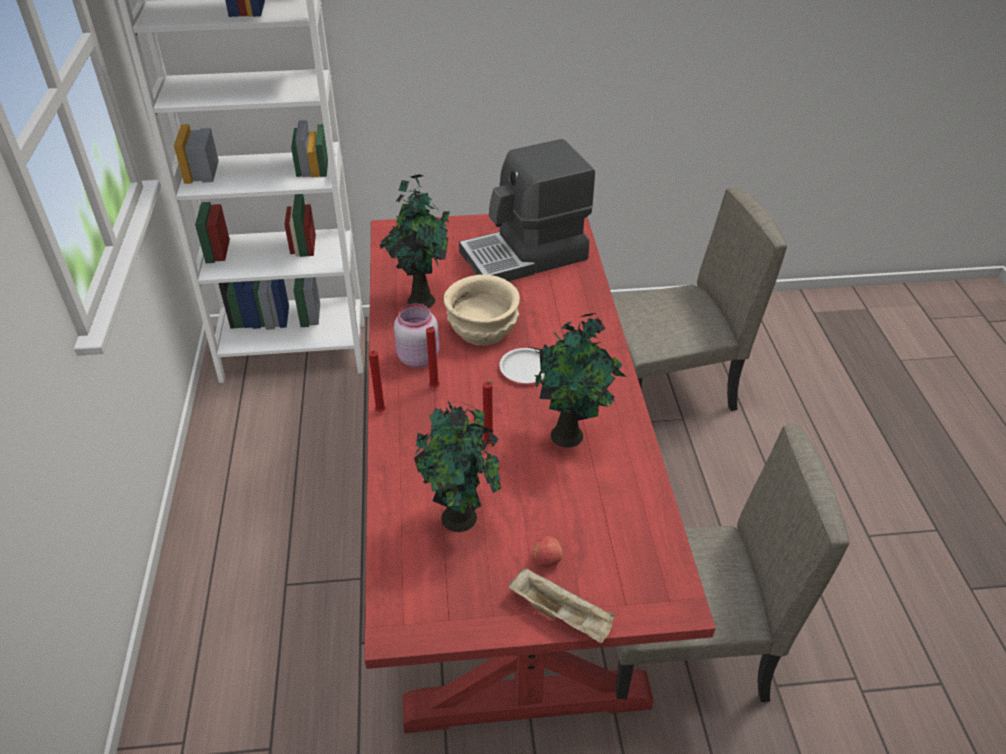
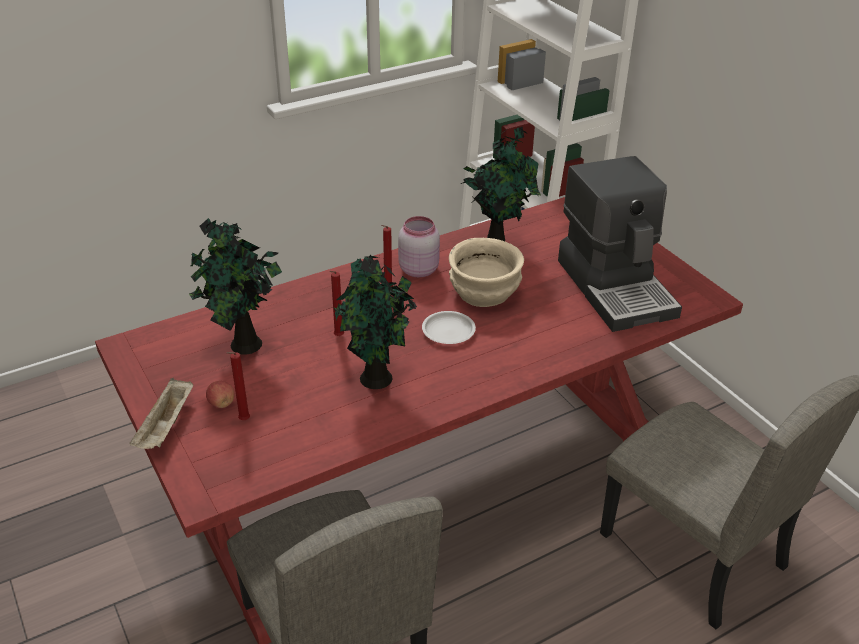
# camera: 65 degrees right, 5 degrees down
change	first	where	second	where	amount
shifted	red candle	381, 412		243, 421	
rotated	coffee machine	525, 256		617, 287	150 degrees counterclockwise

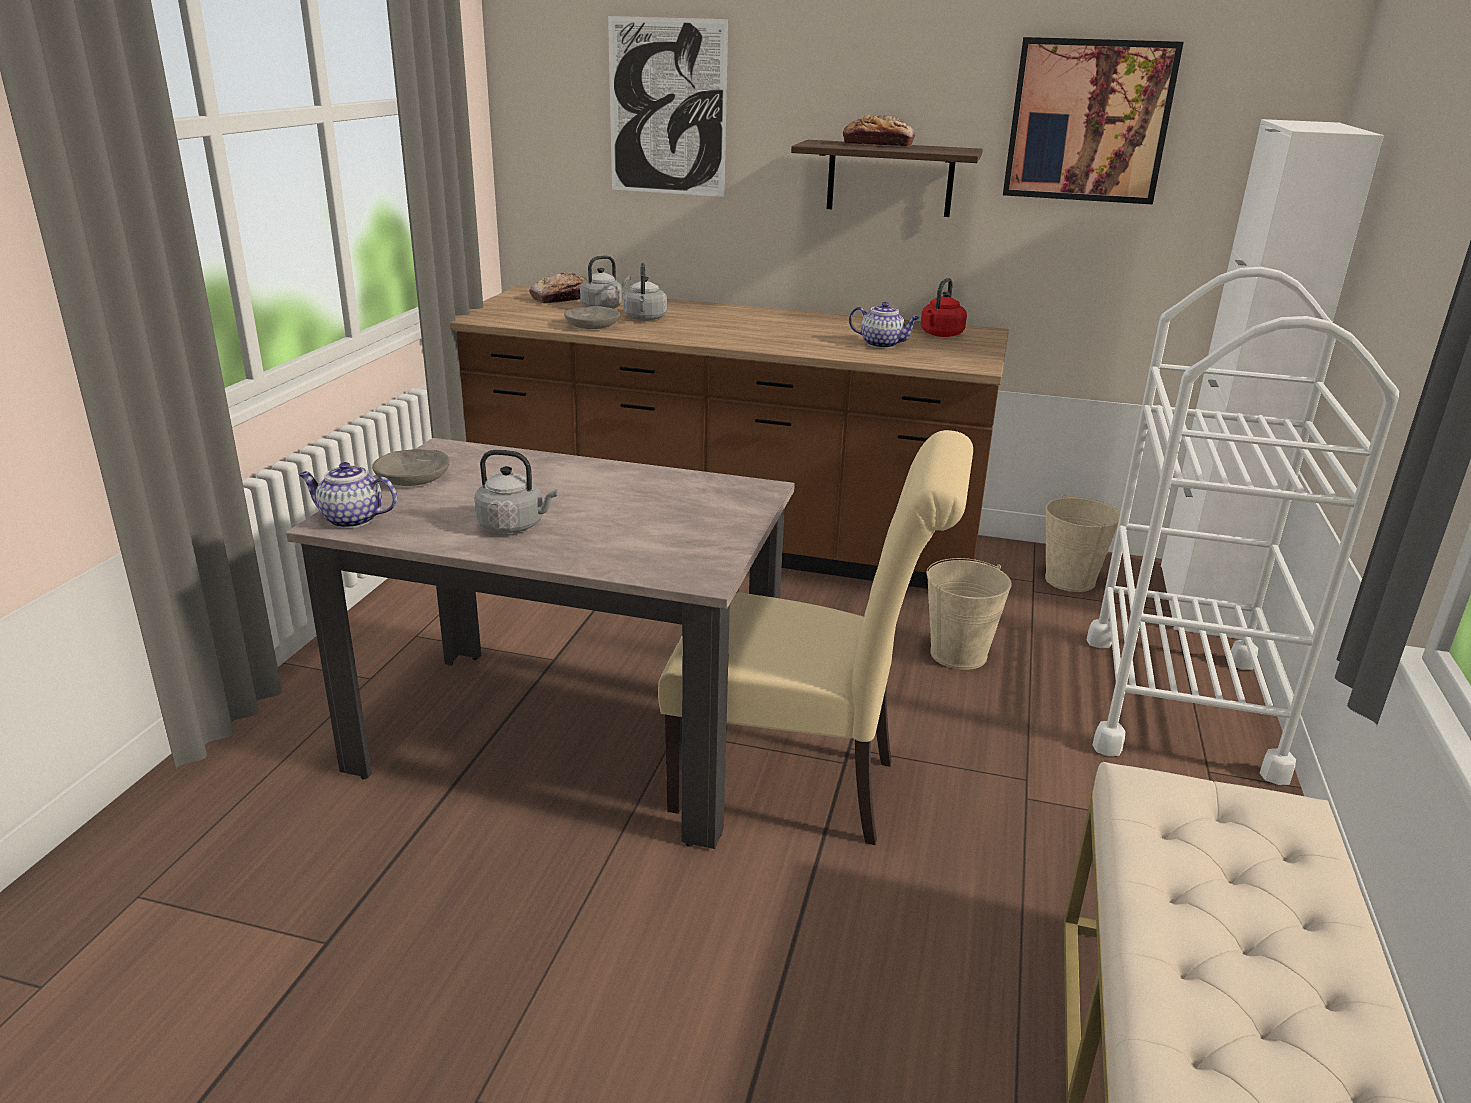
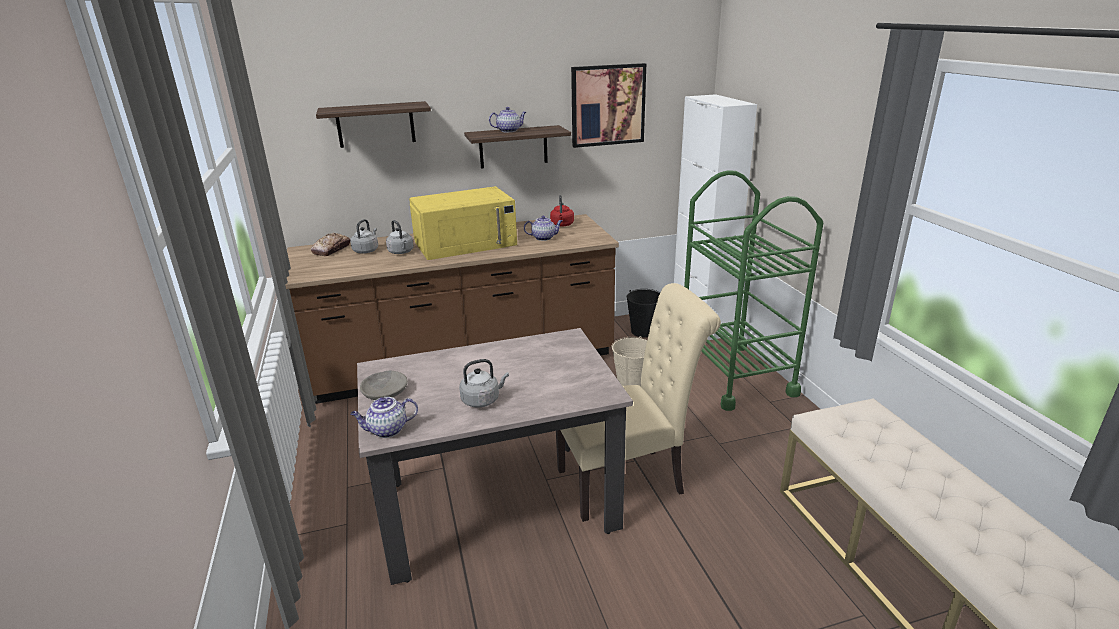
# camera: 30 degrees left, 0 degrees up
change	first	where	second	where	amount
gone	grey bowl	592, 325			
new			yellow microwave	466, 243	
swapped	picture	667, 108	shelf	375, 124	
swapped	bread	878, 144	teapot	509, 131	
repainted	beige bucket	1069, 580	black bucket	643, 331	
repainted	white cart	1179, 703	green cart	734, 375	

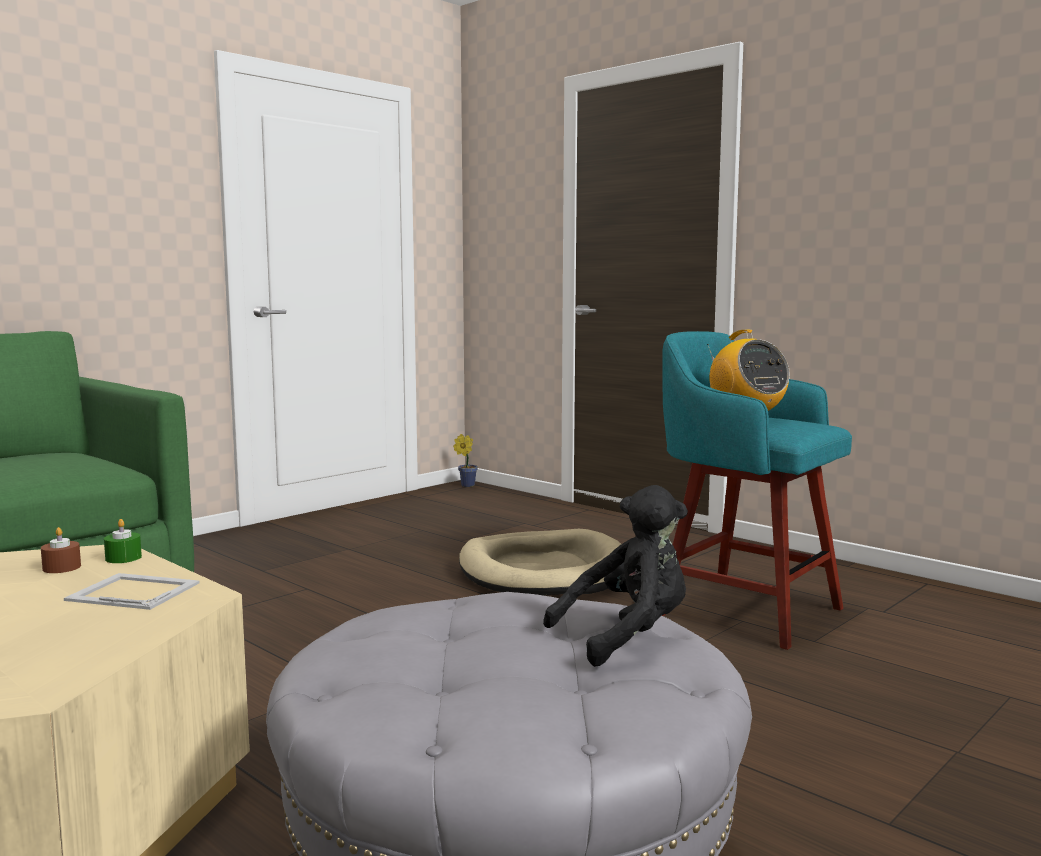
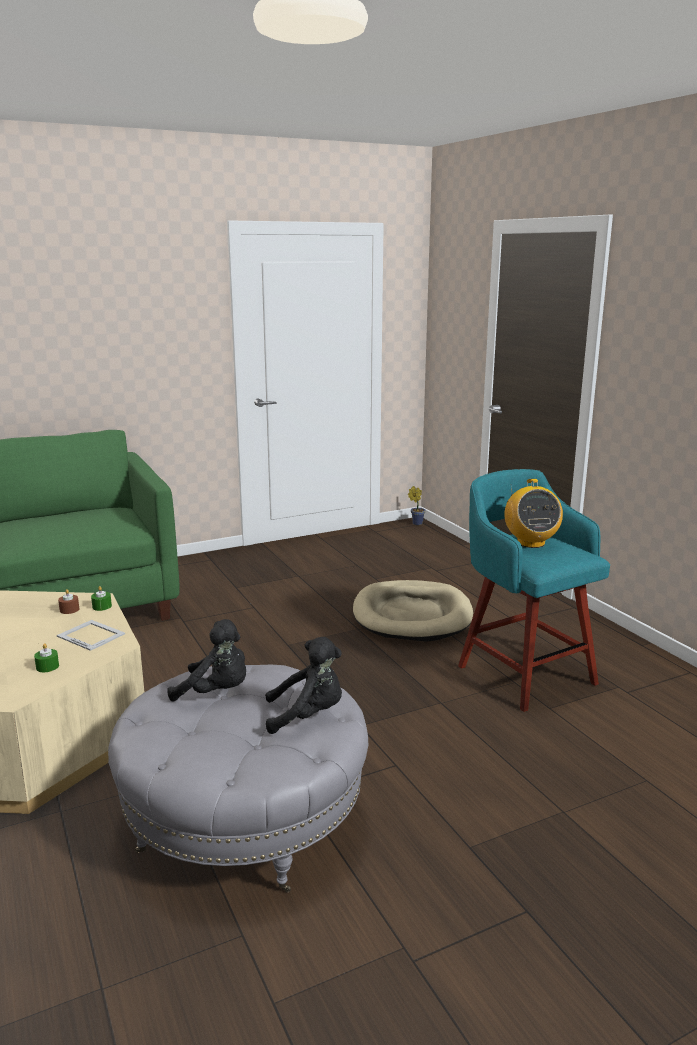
# camera: 20 degrees right, 10 degrees up
change	first	where	second	where	amount
new			green candle	47, 666	
new			black plush toy	216, 692	

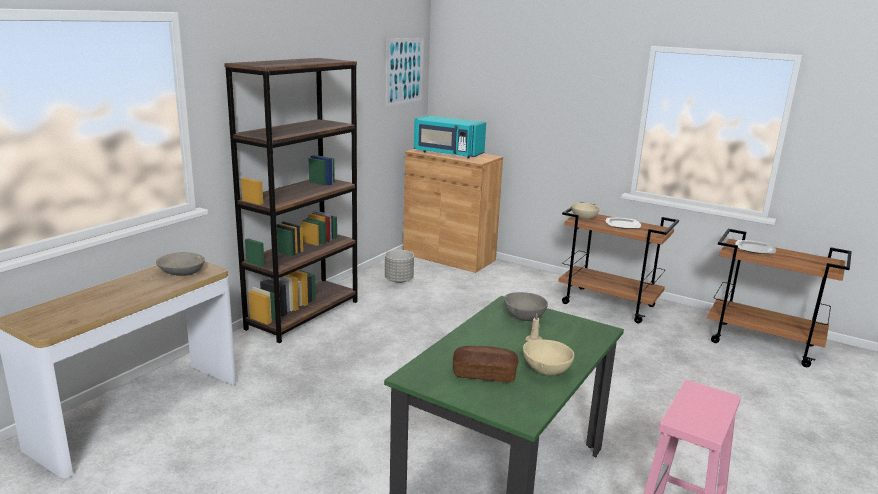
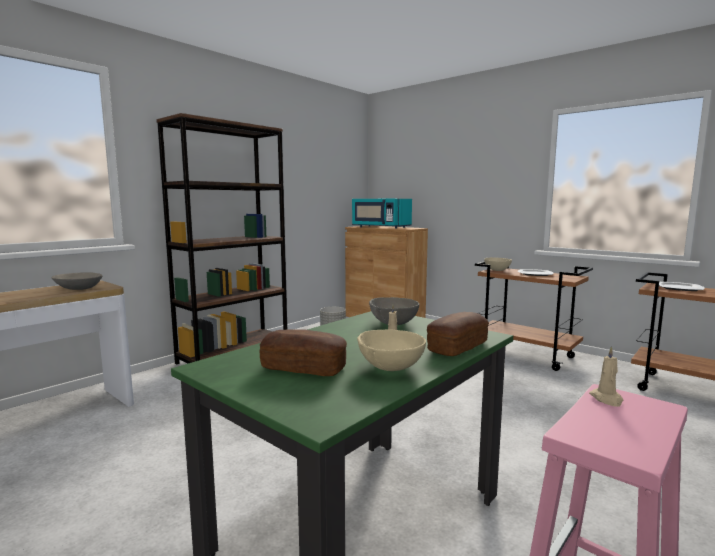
# camera: 10 degrees right, 10 degrees down
change	first	where	second	where	amount
gone	picture	404, 71			
new			bread	457, 347	
new			beige candle	607, 399	

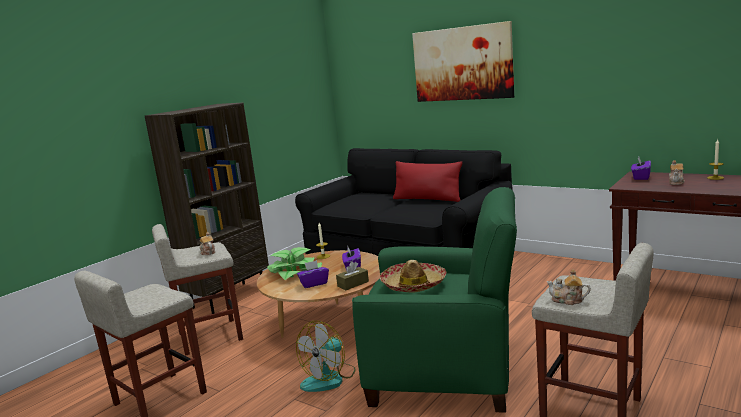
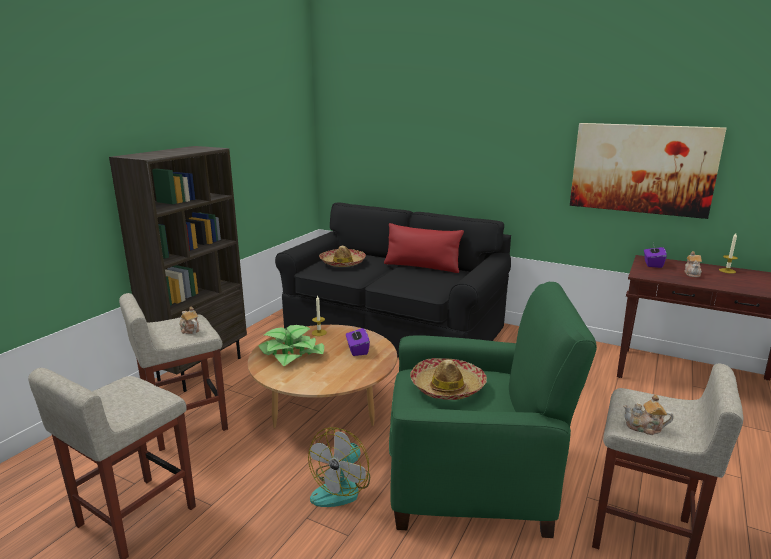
# camera: 10 degrees left, 5 degrees up
change	first	where	second	where	amount
gone	purple tissue box	314, 283			
gone	brown tissue box	353, 284			
new			hat	342, 263	
shifted	picture	462, 63		642, 169	

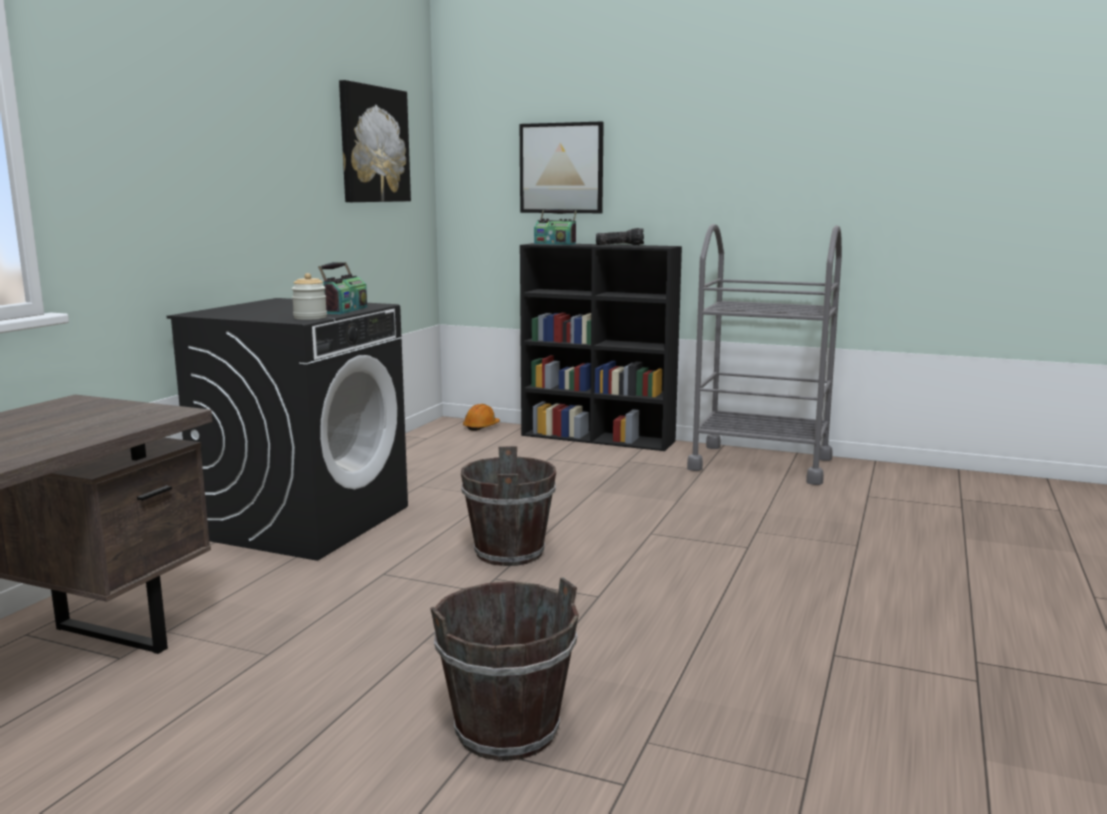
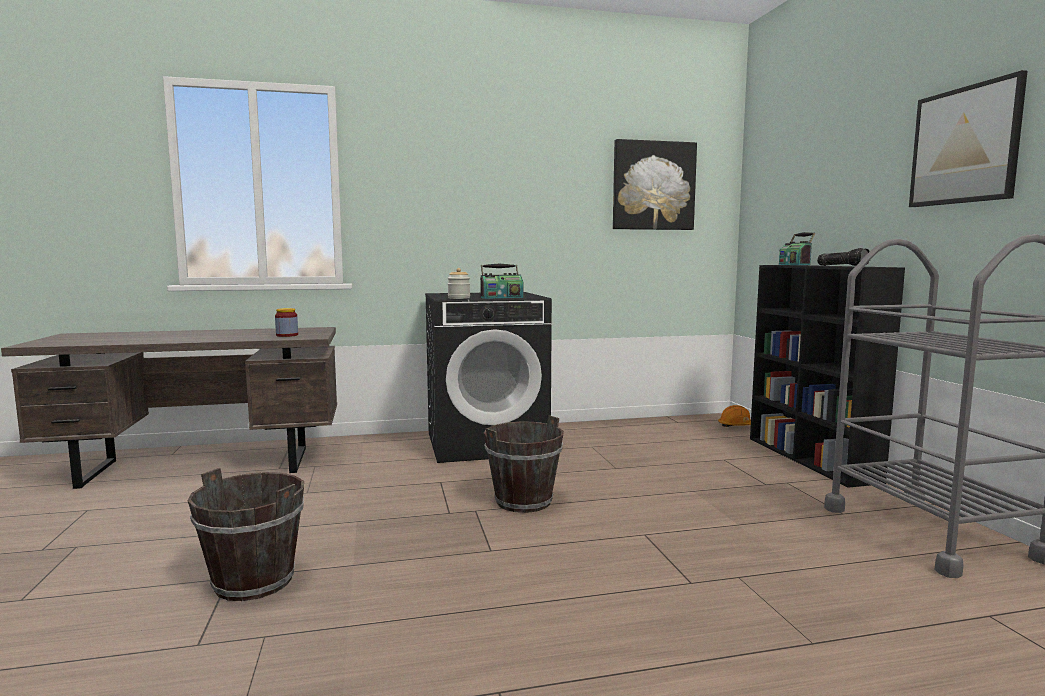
# camera: 55 degrees right, 5 degrees down
change	first	where	second	where	amount
new			jar	287, 335	
shifted	picture	561, 168		964, 145	

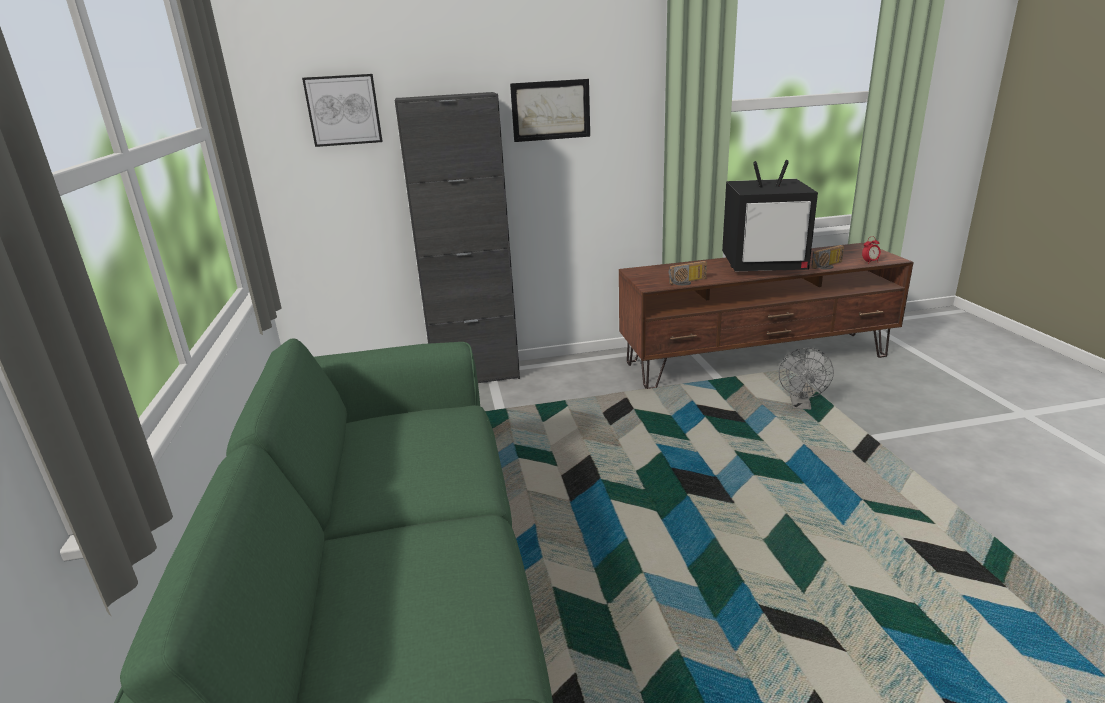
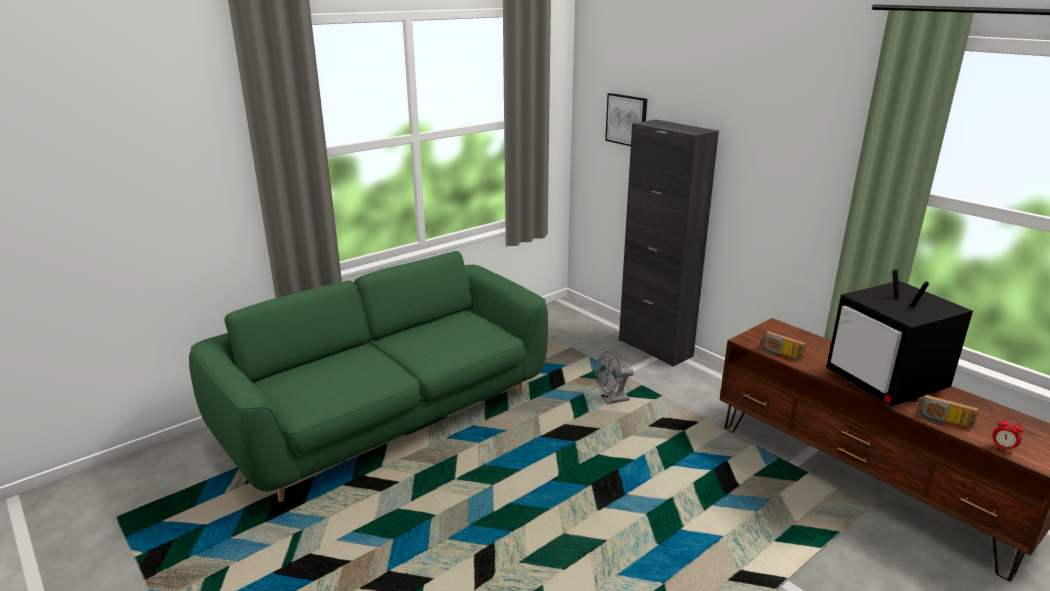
# camera: 60 degrees right, 0 degrees up
change	first	where	second	where	amount
gone	picture	551, 110			
shifted	grey fan	801, 405		611, 400	

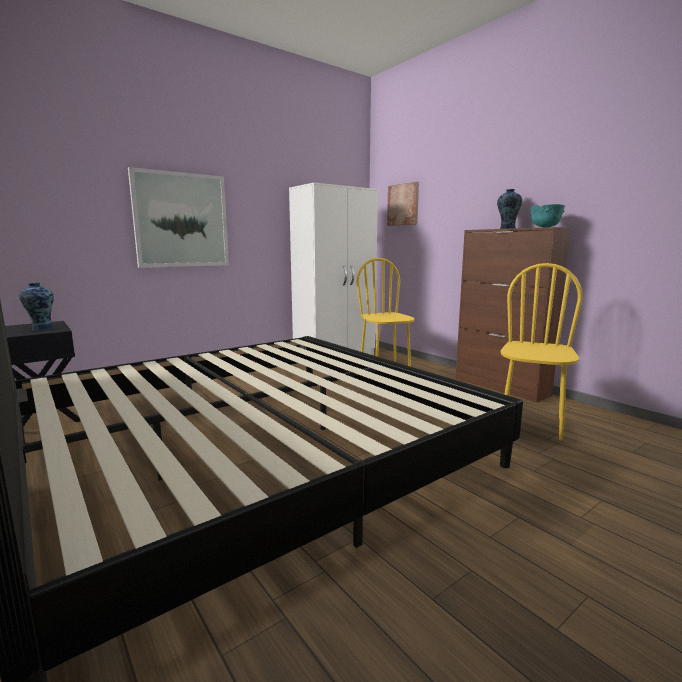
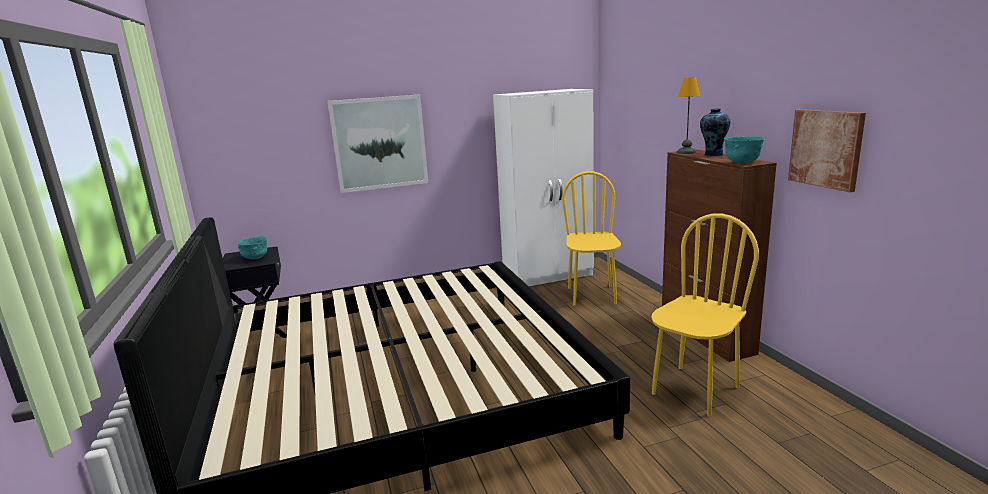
# camera: 20 degrees right, 5 degrees up
change	first	where	second	where	amount
new			table lamp	685, 152	
shifted	picture	403, 204		826, 148	
swapped	vase	41, 328	turquoise bowl	255, 258	

